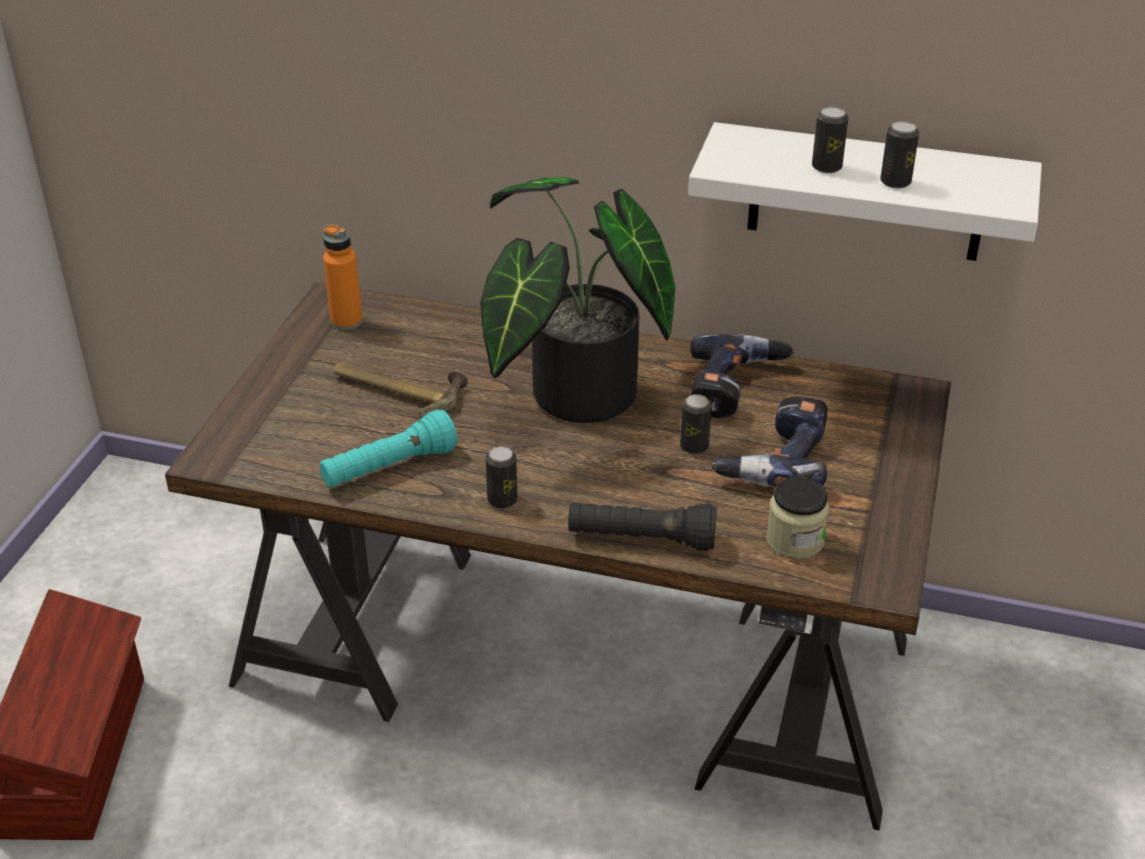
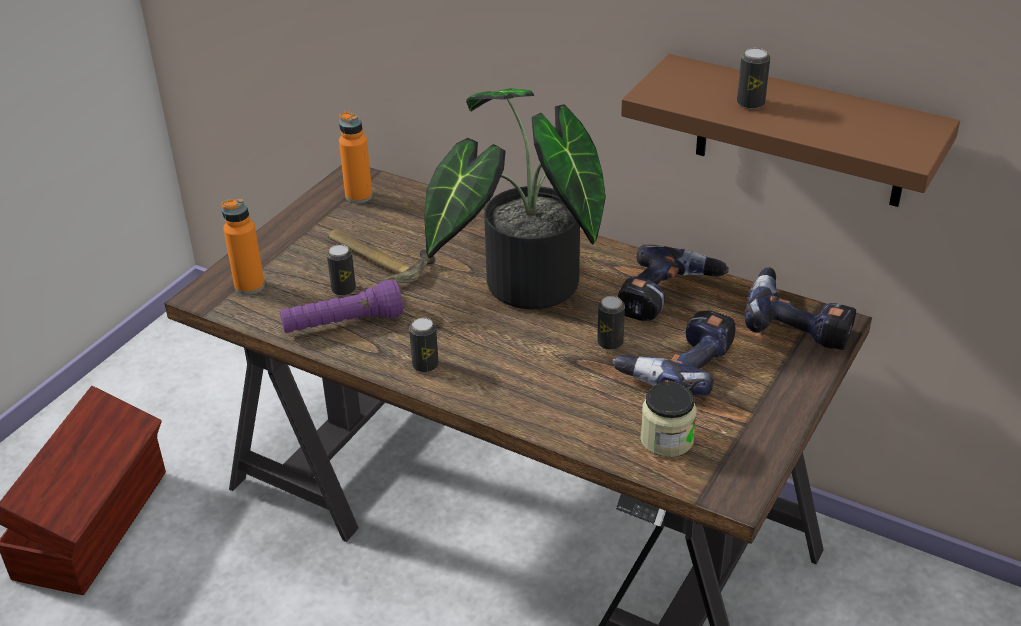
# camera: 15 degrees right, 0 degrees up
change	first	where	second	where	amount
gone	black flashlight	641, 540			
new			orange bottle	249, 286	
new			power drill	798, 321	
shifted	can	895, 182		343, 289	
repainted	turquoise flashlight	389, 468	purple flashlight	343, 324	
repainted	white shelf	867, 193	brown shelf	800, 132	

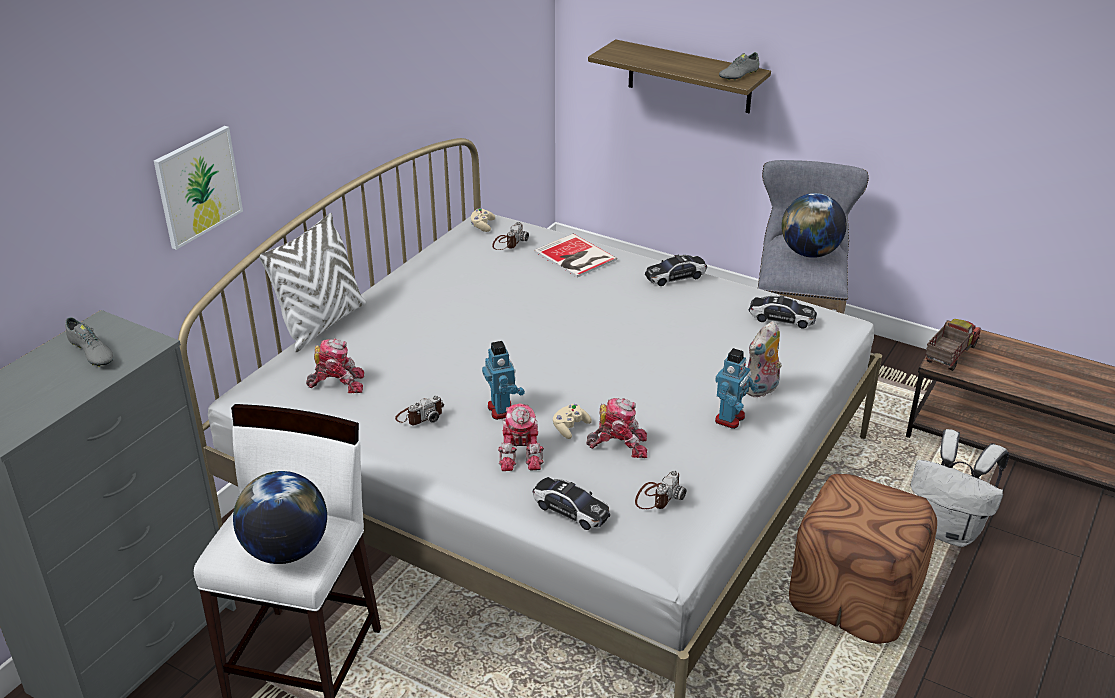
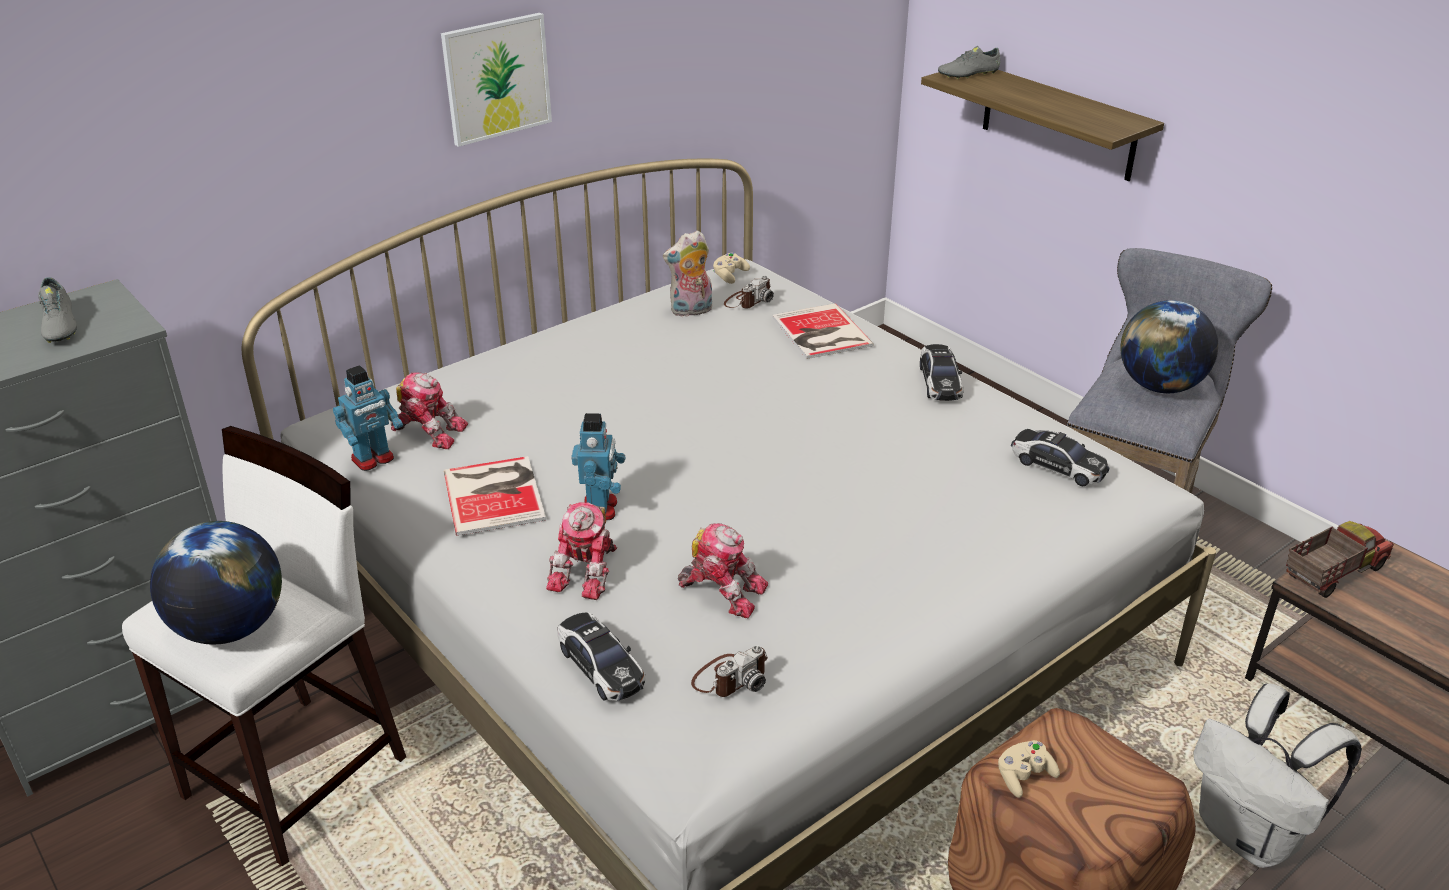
# camera: 20 degrees right, 0 degrees up
change	first	where	second	where	amount
gone	white pillow	321, 324			
shifted	picture	198, 186		497, 78	
shifted	beige game controller	570, 427		1024, 776	
shifted	toy robot	730, 419		373, 459	
shifted	grey shoe	738, 75		968, 74	
shifted	plush toy	762, 390		691, 311	
swapped	photo camera	420, 415	book	496, 493	
rotated	toy car	675, 276		939, 381	90 degrees counterclockwise

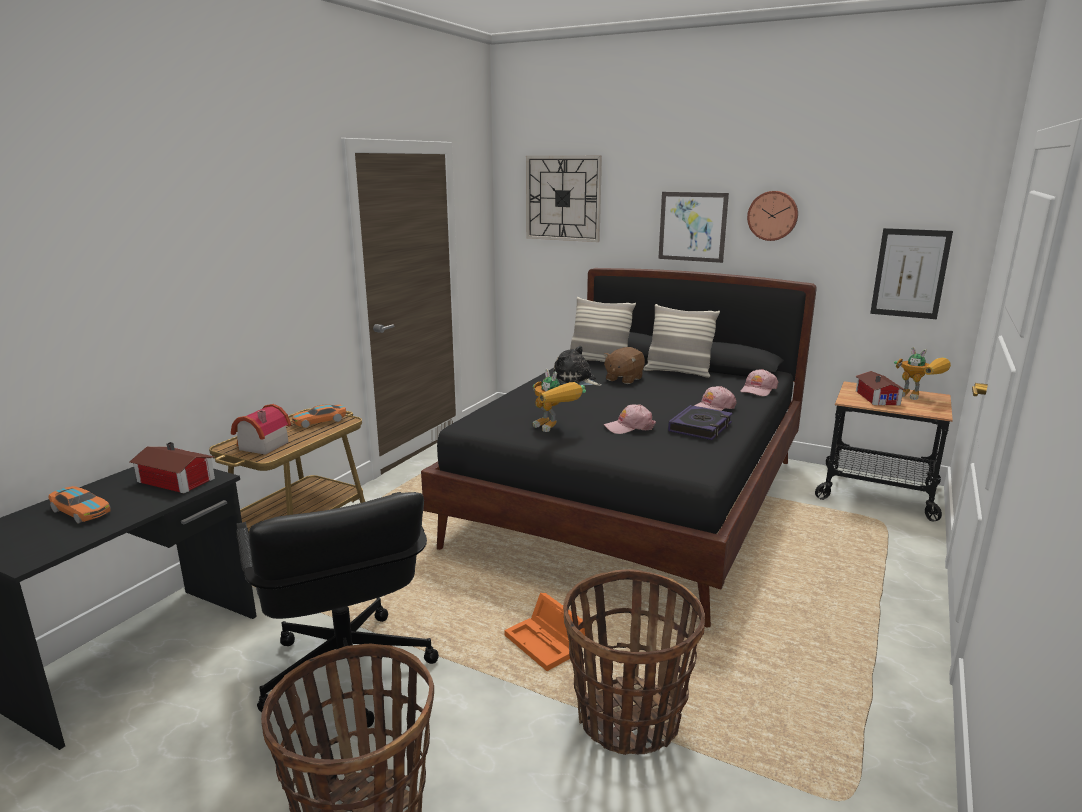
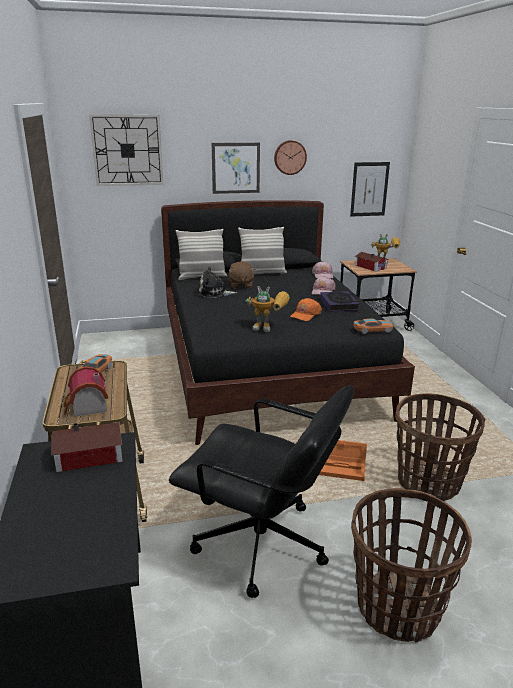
# camera: 40 degrees left, 5 degrees up
change	first	where	second	where	amount
shifted	toy car	81, 511		372, 330	
repainted	pink cap	629, 427	orange cap	305, 315	

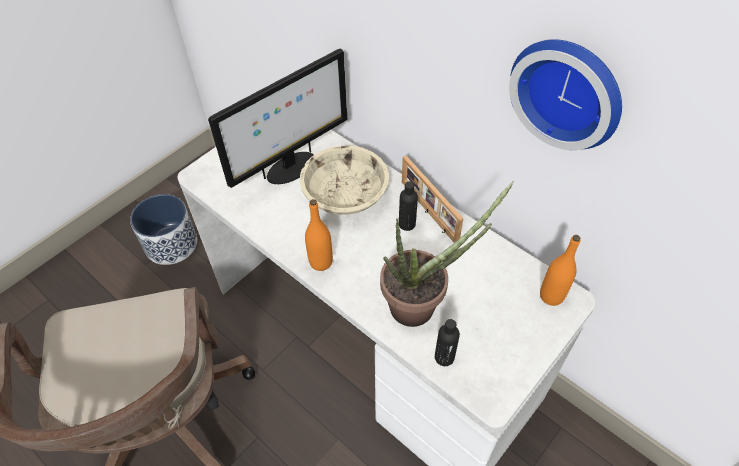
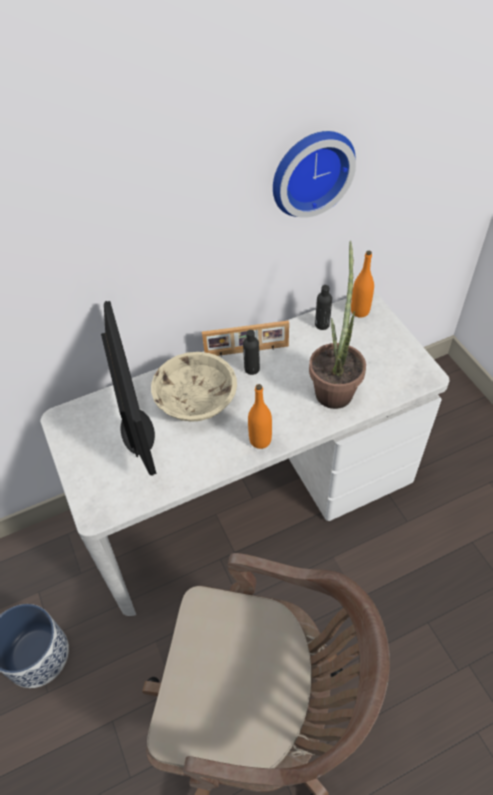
# camera: 65 degrees left, 0 degrees up
change	first	where	second	where	amount
shifted	black bottle	444, 357		322, 325	

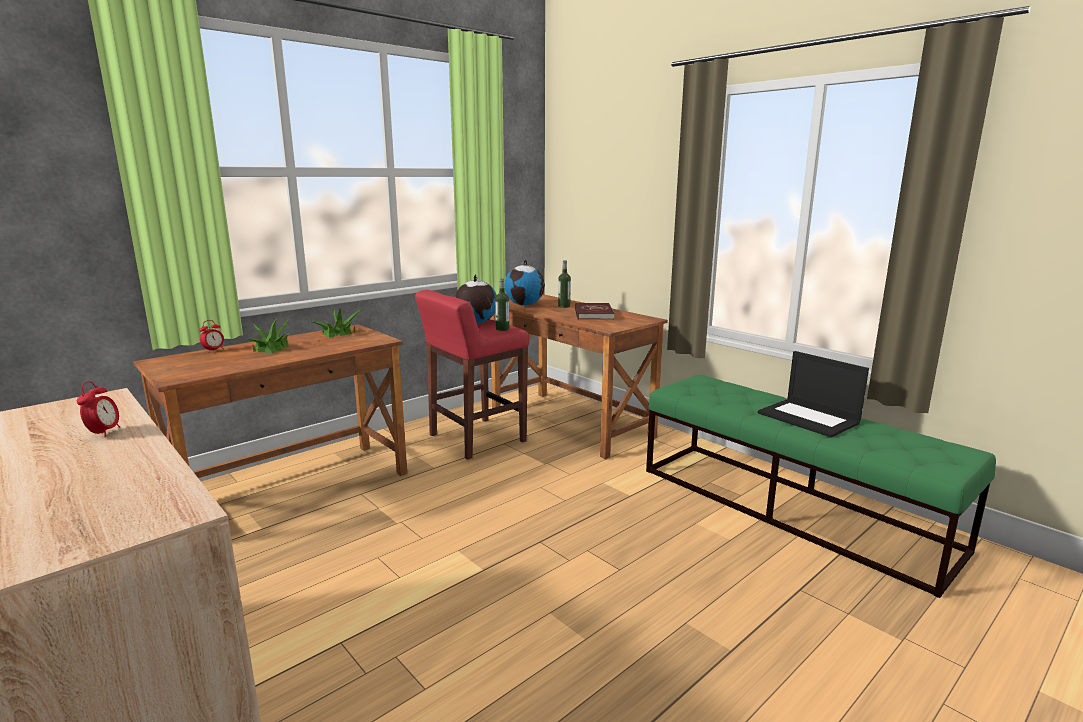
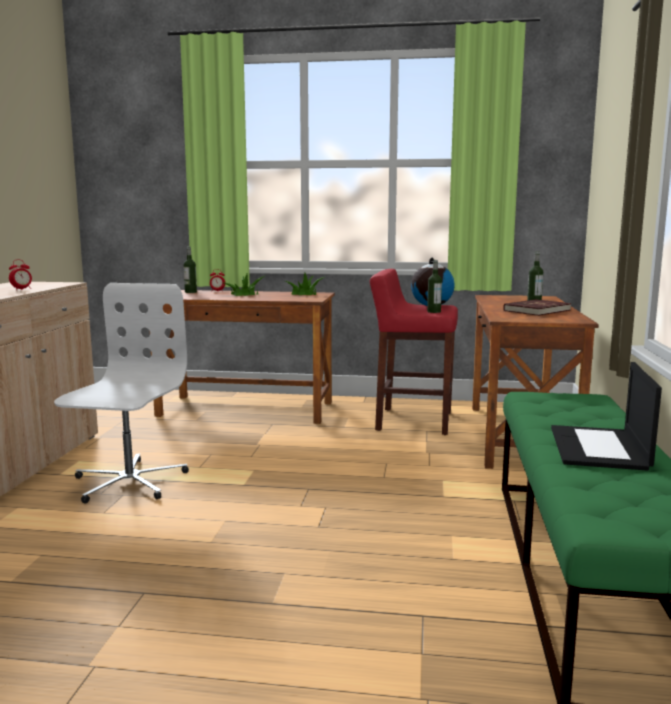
# camera: 50 degrees right, 5 degrees down
change	first	where	second	where	amount
gone	globe	525, 305			
new			white office chair	128, 482	
new			bottle	190, 292	

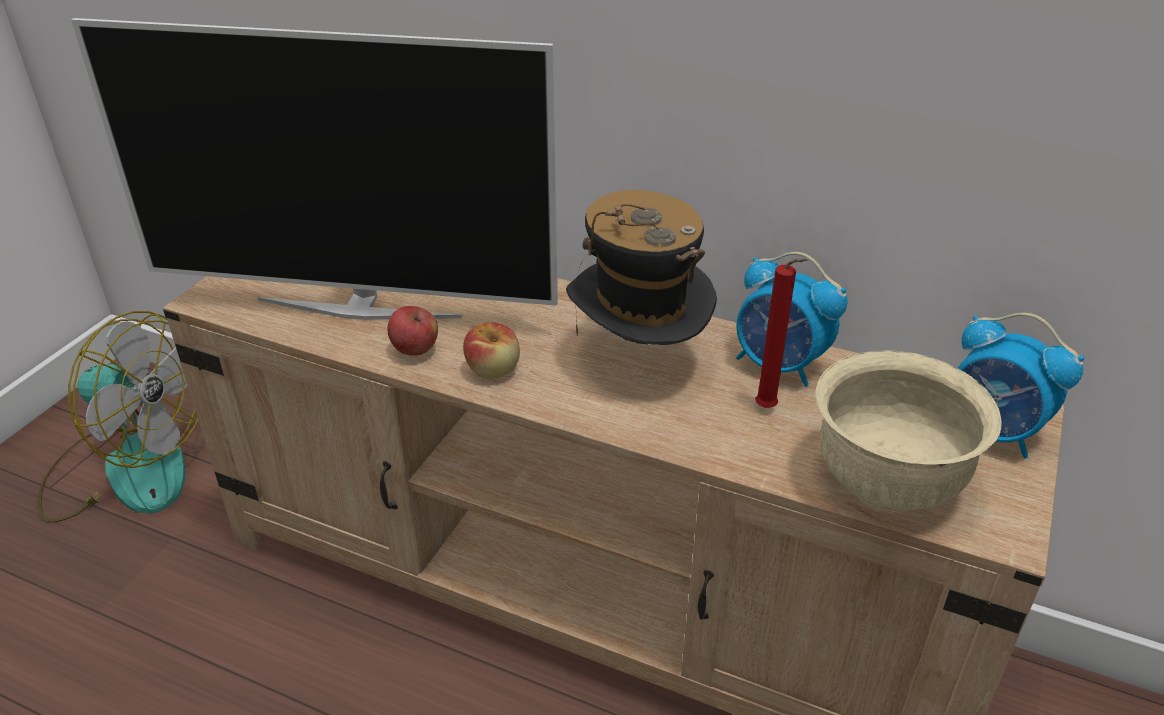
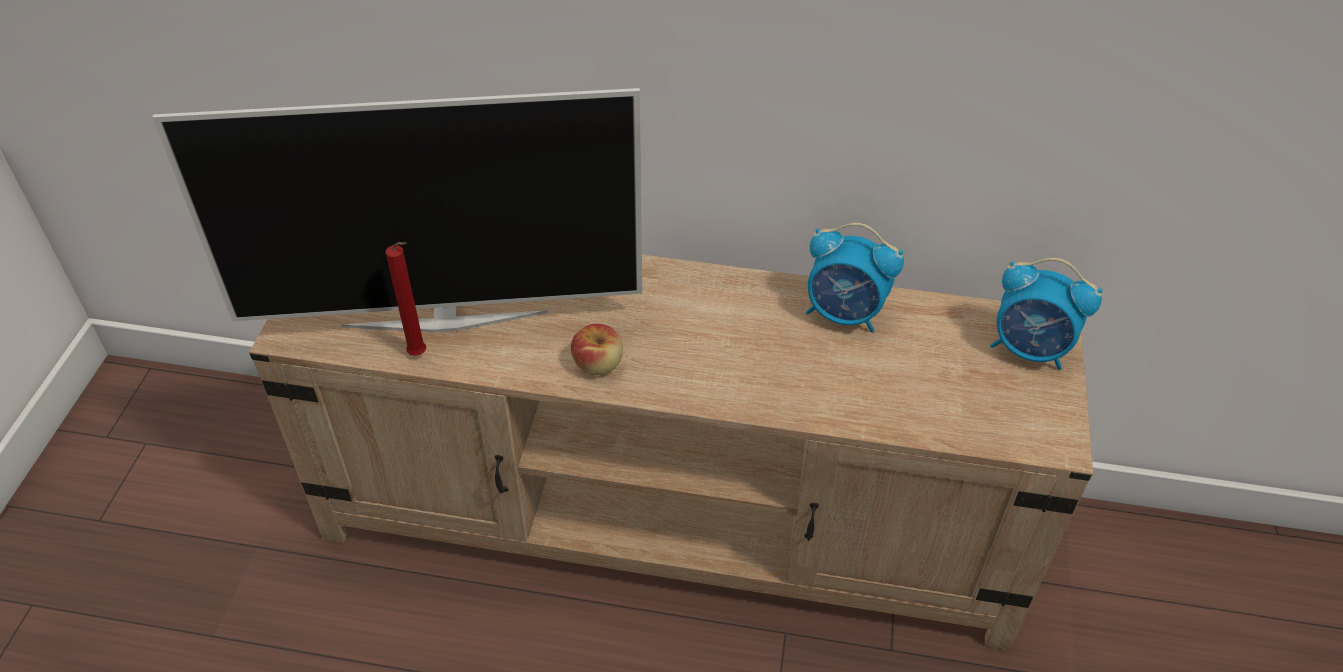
# camera: 15 degrees left, 10 degrees up
change	first	where	second	where	amount
gone	fan	128, 469			
gone	apple	415, 350			
gone	hat	637, 360			
gone	beige bowl	886, 482			
shifted	red candle	768, 409		420, 355	

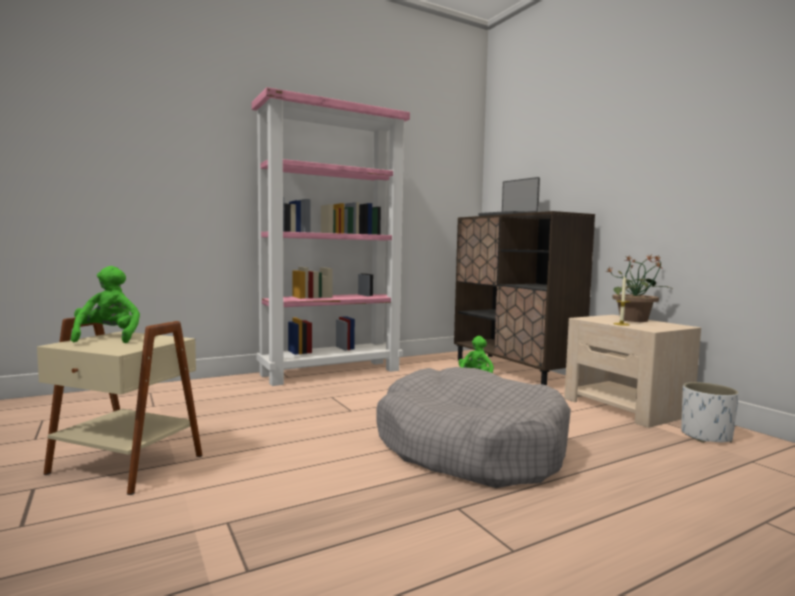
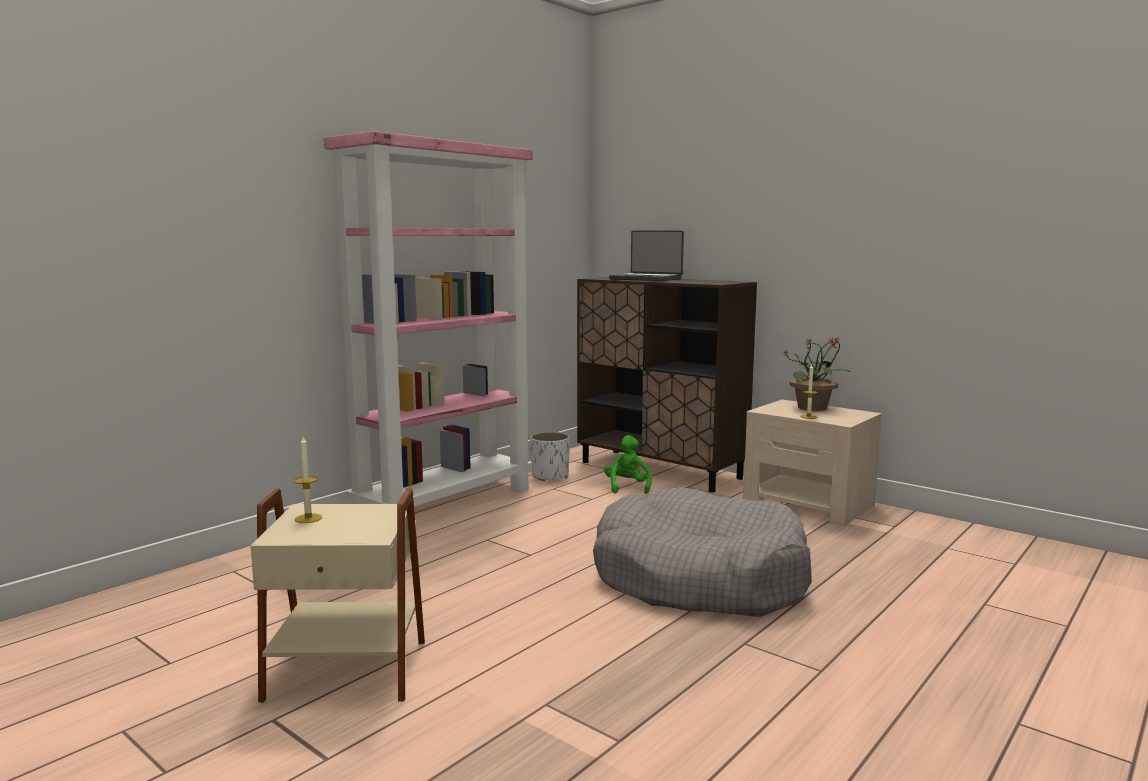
# camera: 20 degrees left, 5 degrees up
change	first	where	second	where	amount
shifted	white planter	706, 436		550, 476	
swapped	green plush toy	108, 338	candle	308, 518	

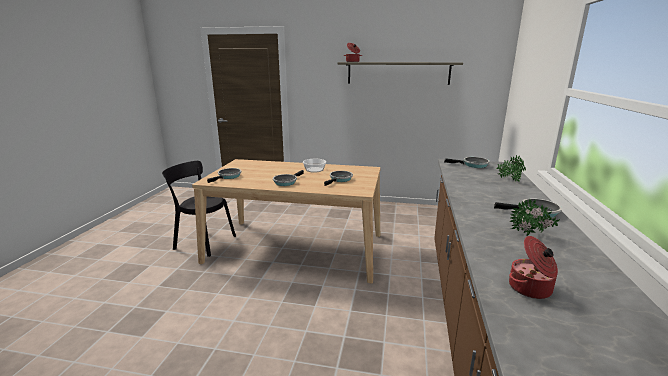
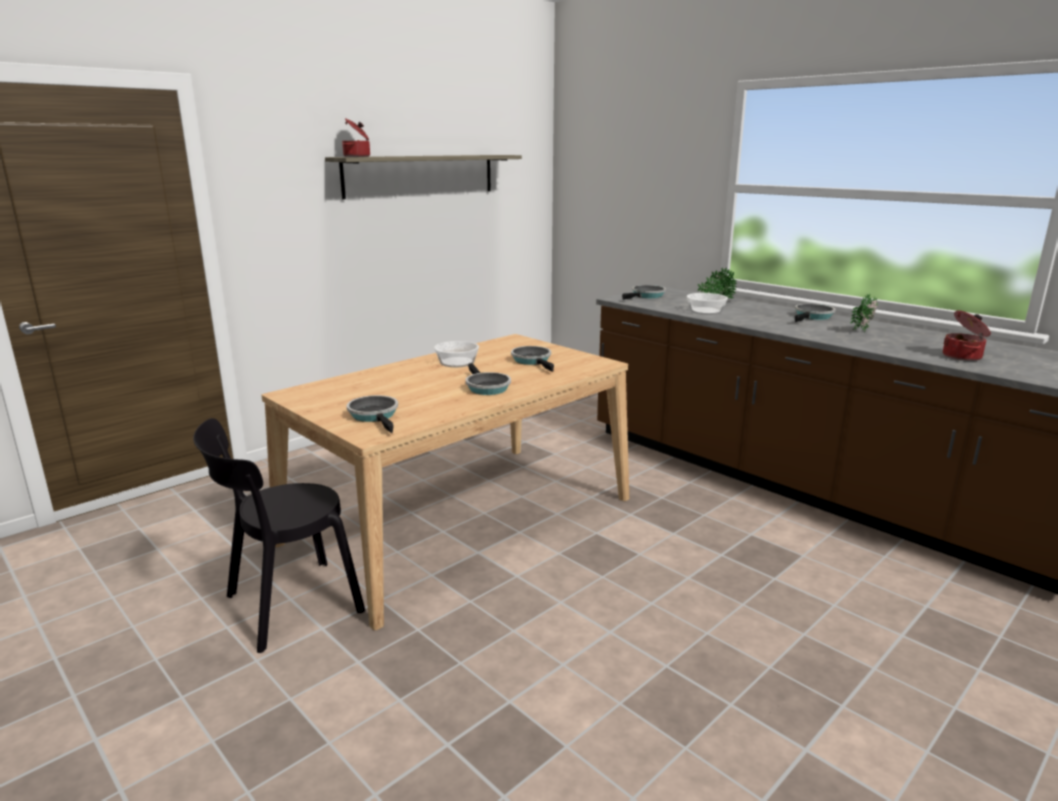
# camera: 55 degrees left, 0 degrees up
change	first	where	second	where	amount
new			bowl	706, 311	

